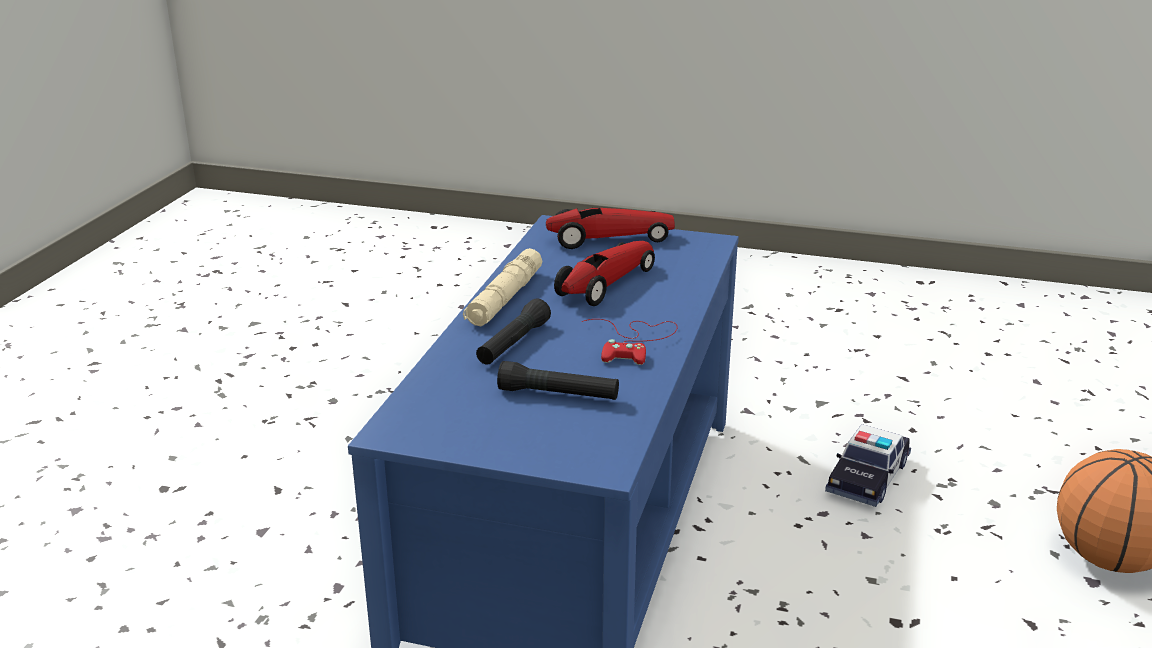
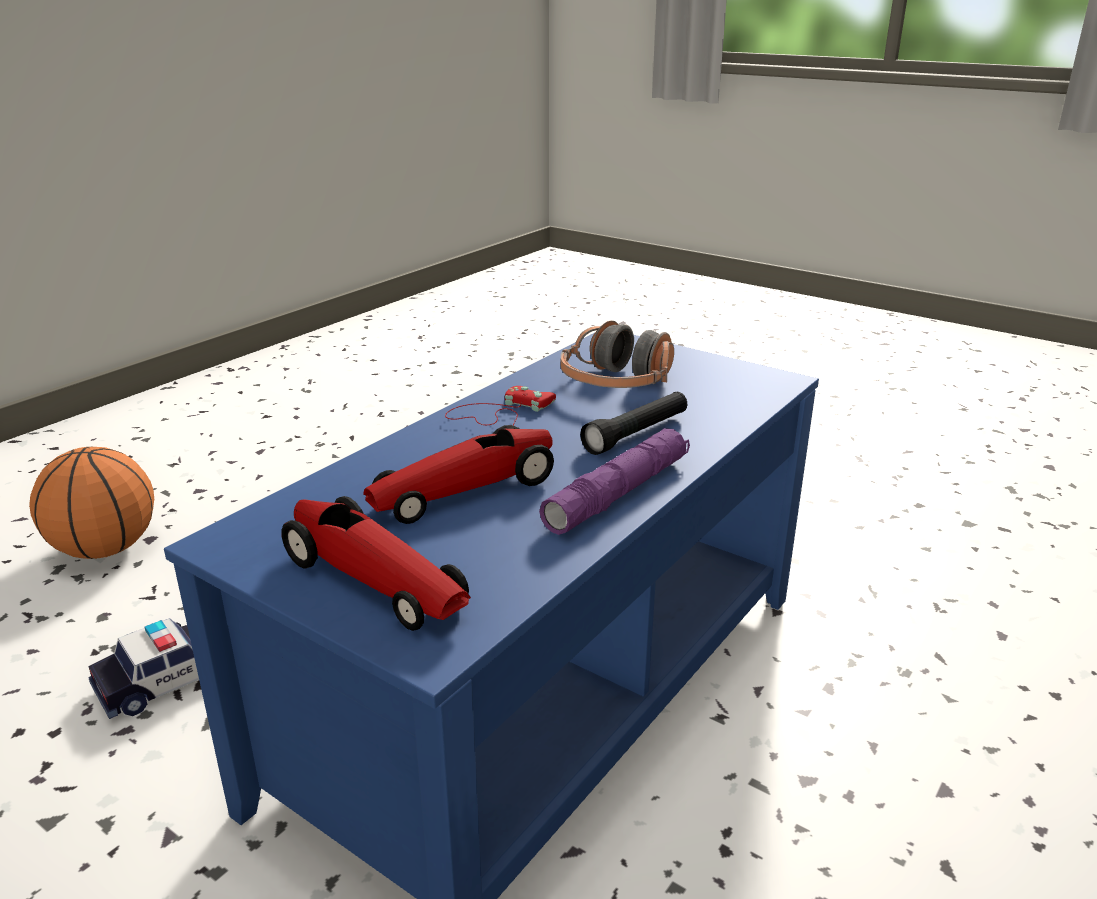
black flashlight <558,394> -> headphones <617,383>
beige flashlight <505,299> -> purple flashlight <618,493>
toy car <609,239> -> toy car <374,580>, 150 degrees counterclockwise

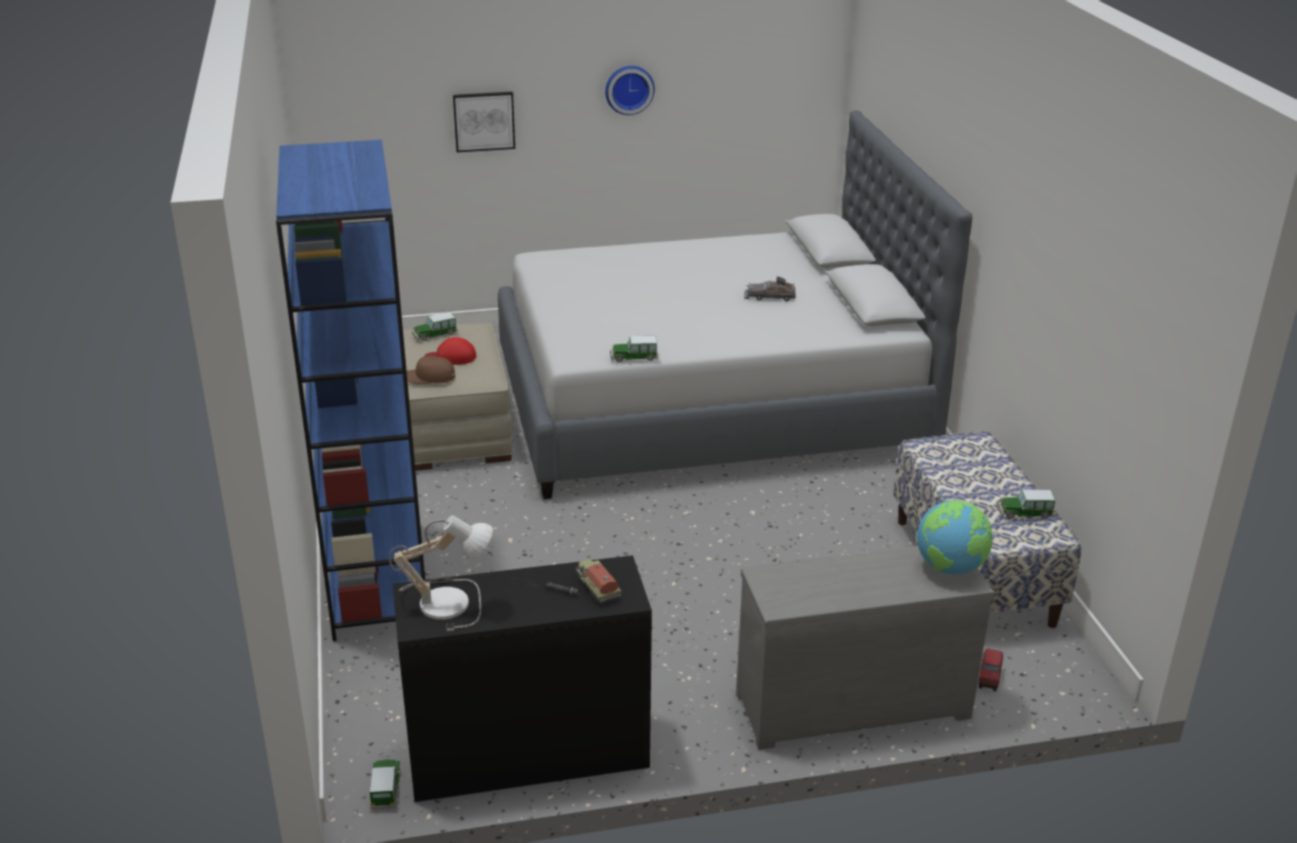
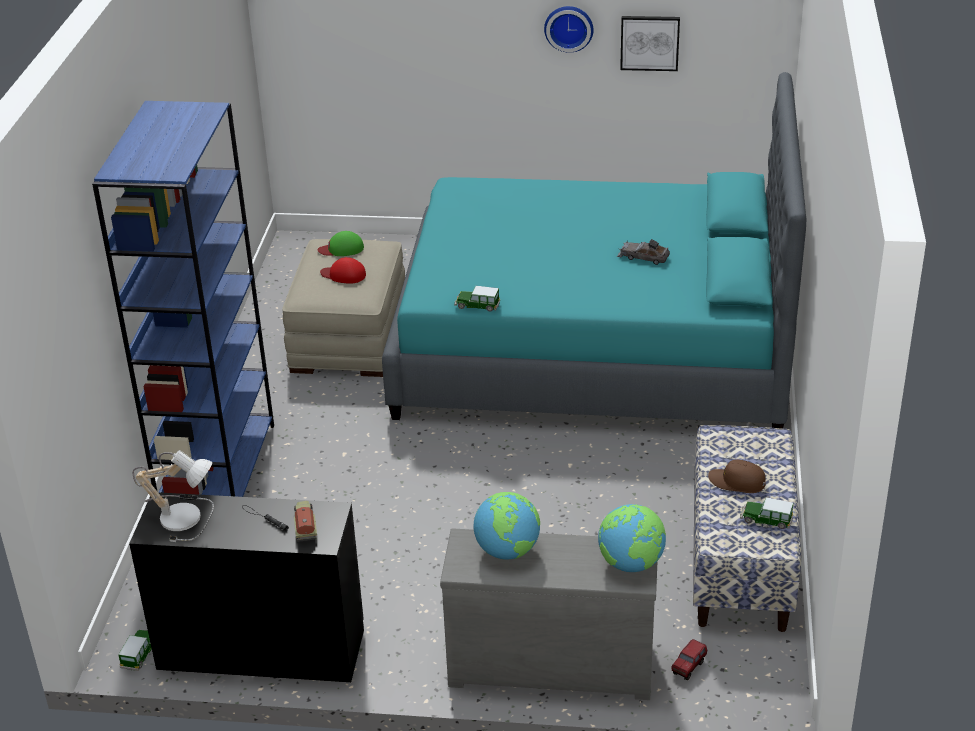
none -> globe <507,551>
brown cap <429,377> -> brown cap <737,482>, move
picture <484,121> -> picture <649,42>, move
toy car <434,334> -> green cap <341,249>
grey bed <709,403> -> turquoise bed <593,346>

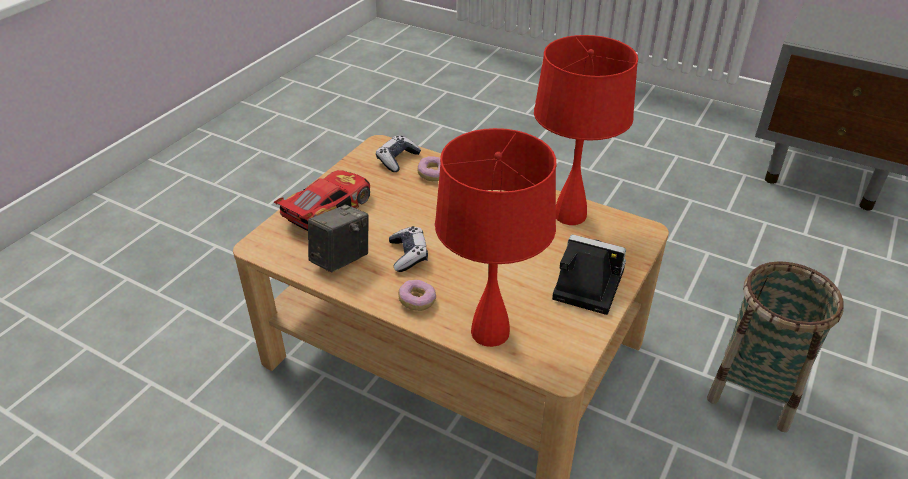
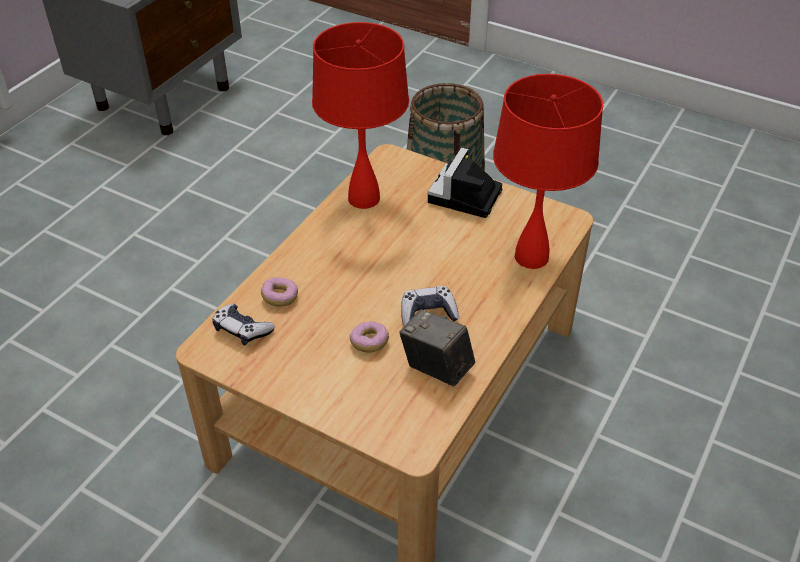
toy car <327,209> -> none
donut <417,301> -> donut <369,342>, move

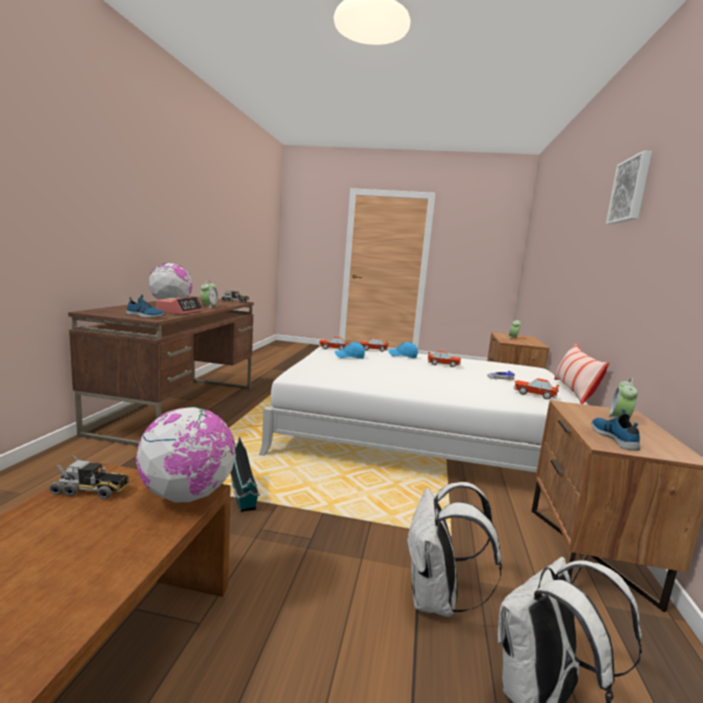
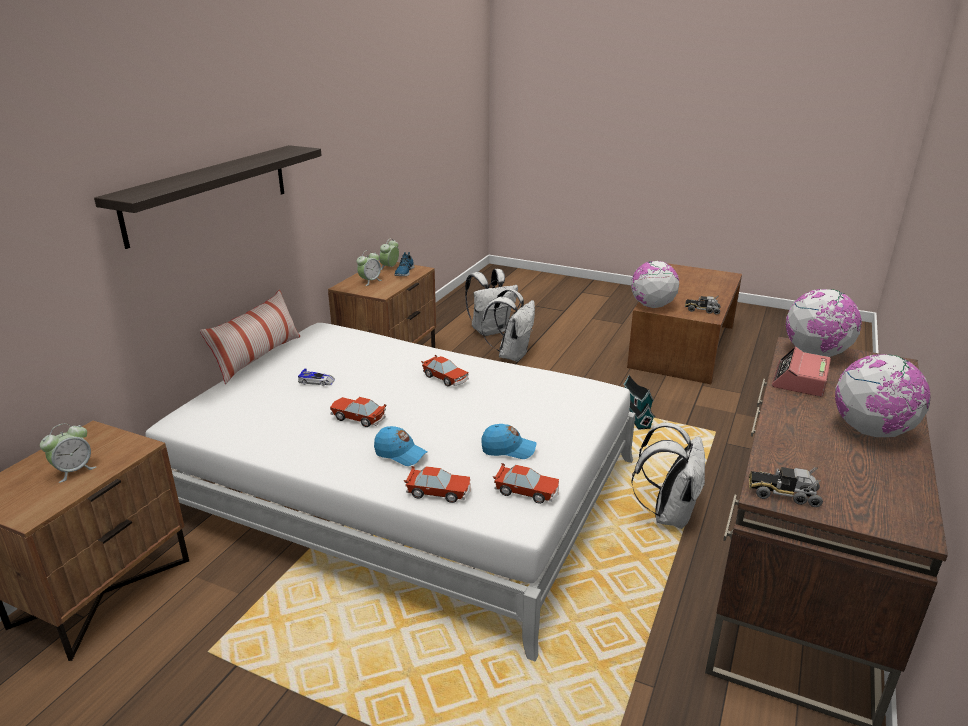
picture <631,190> -> none
none -> shelf <209,193>
none -> white backpack <668,514>
alarm clock <209,307> -> alarm clock <389,267>, move
toy car <534,394> -> toy car <445,378>, move
shoe <145,316> -> globe <816,354>

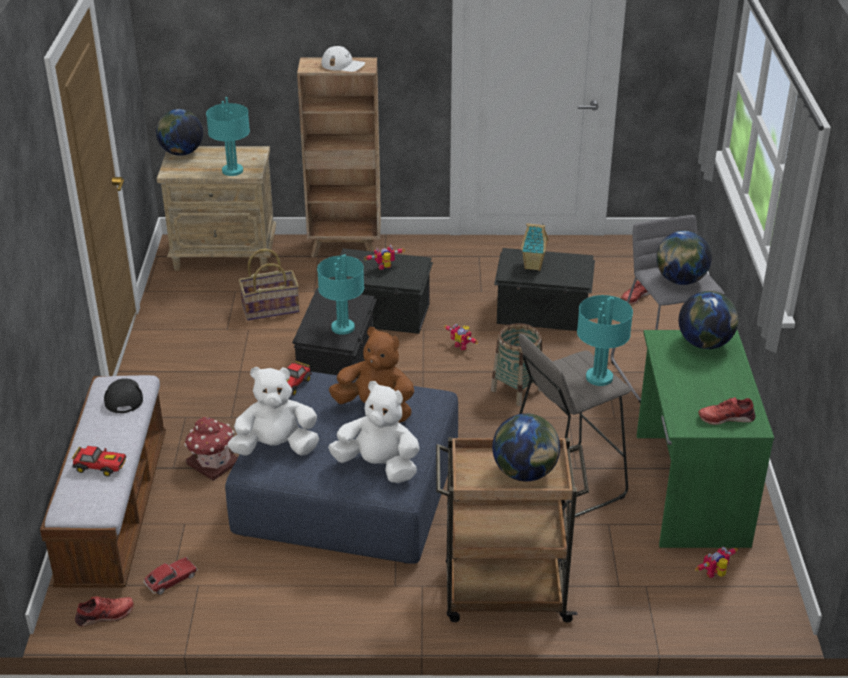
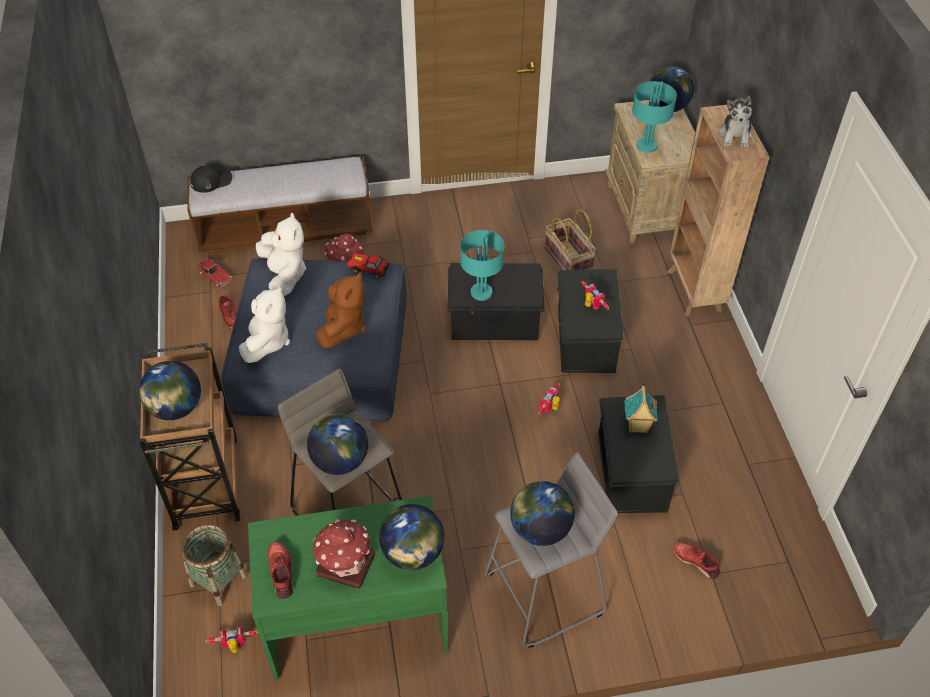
toy car <101,467> -> none
none -> toy house <344,564>
red shoe <105,615> -> red shoe <230,317>, move
black cap <123,397> -> black cap <211,181>, move
basket <517,390> -> basket <218,580>, move
white cap <343,65> -> plush toy <735,135>
turquoise table lamp <598,377> -> globe <340,460>
toy robot <716,575> -> toy robot <235,647>, 60 degrees counterclockwise

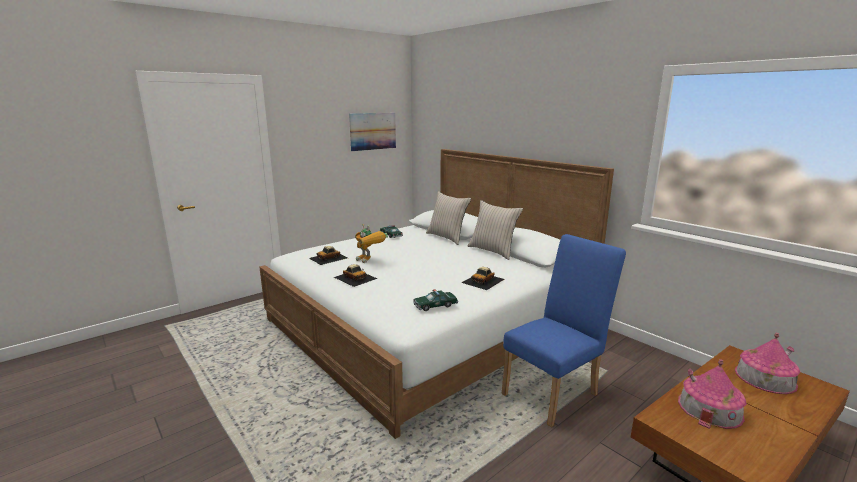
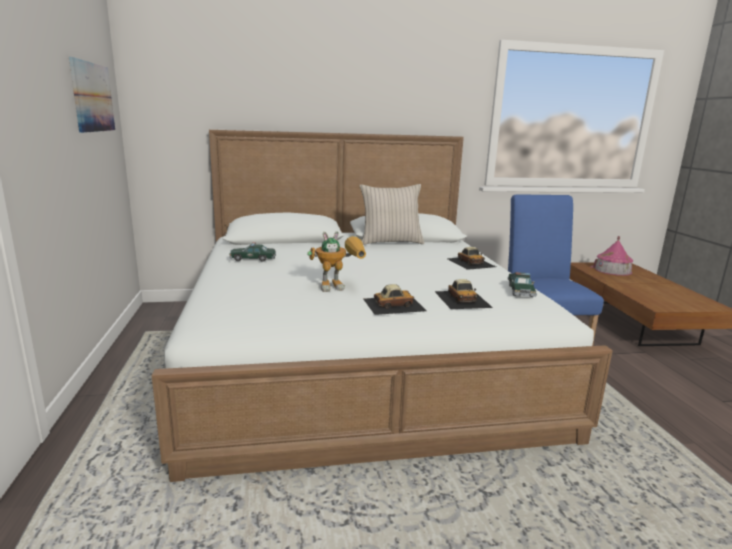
beige pillow <447,237> -> none
toy house <710,408> -> none
toy car <328,258> -> toy car <462,299>, move

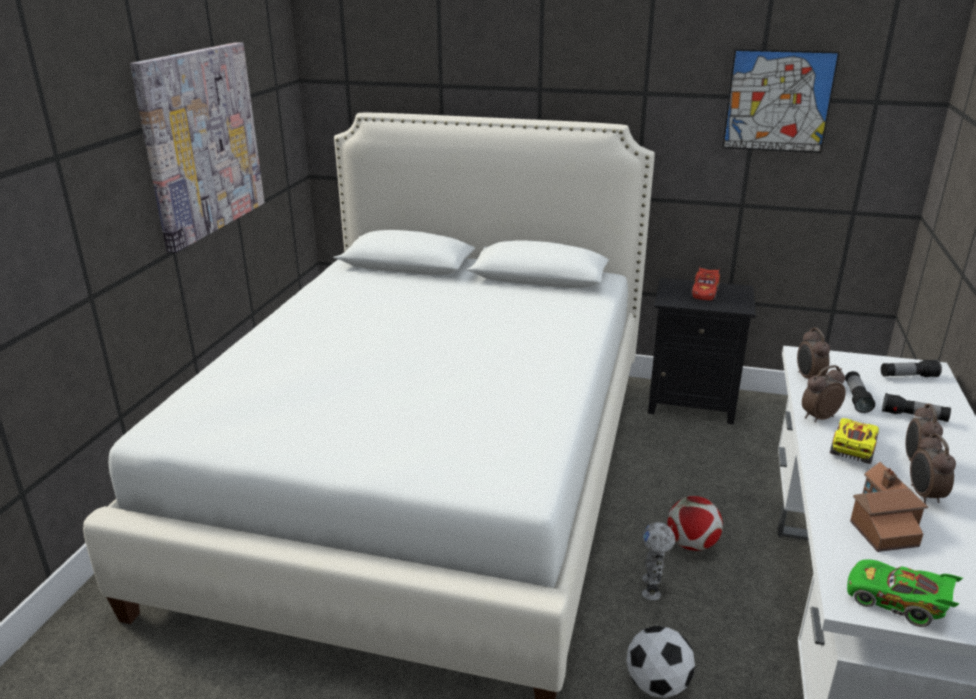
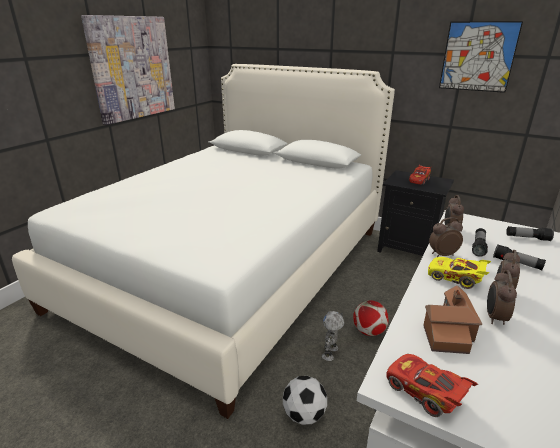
green toy car <897,603> -> red toy car <424,393>
yellow toy car <852,450> -> yellow toy car <455,278>, 105 degrees counterclockwise

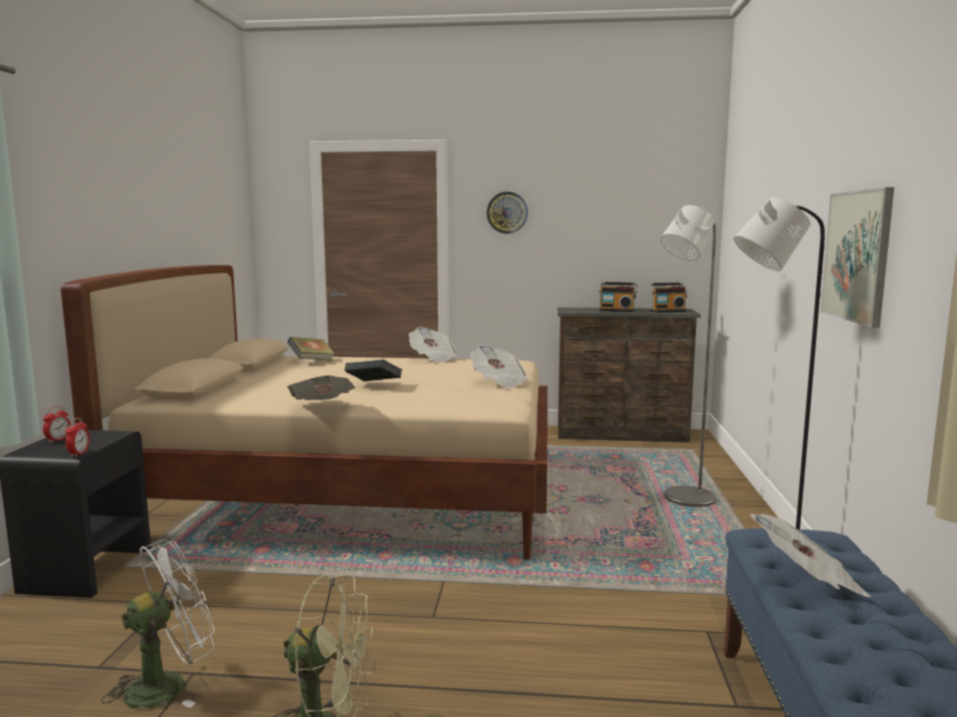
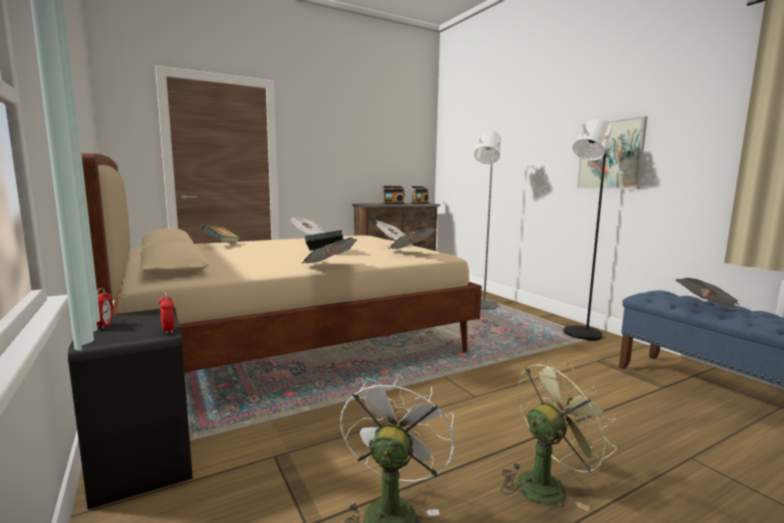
wall clock <507,212> -> none
none -> newspaper <411,251>

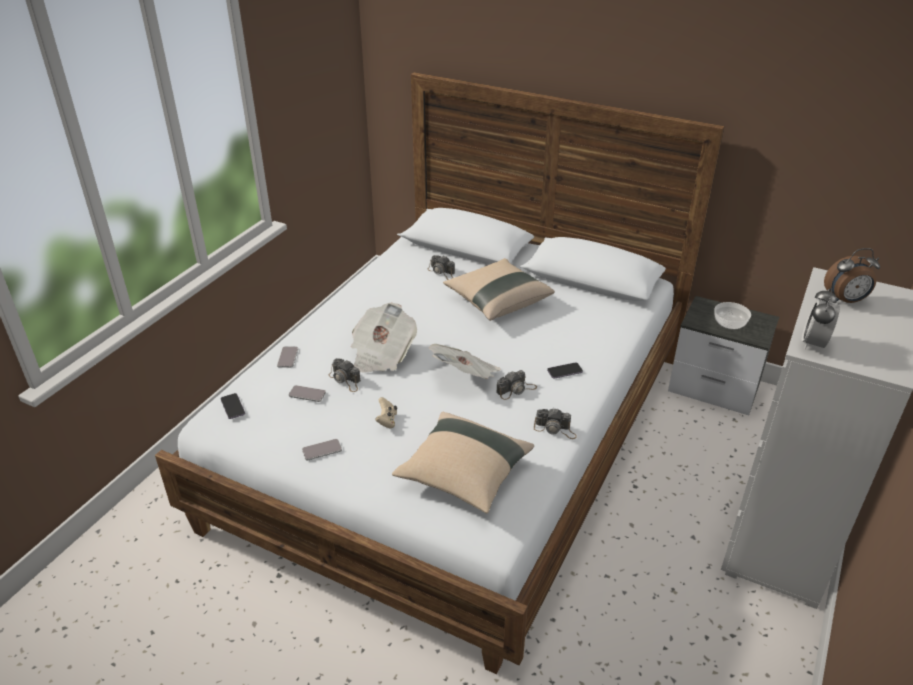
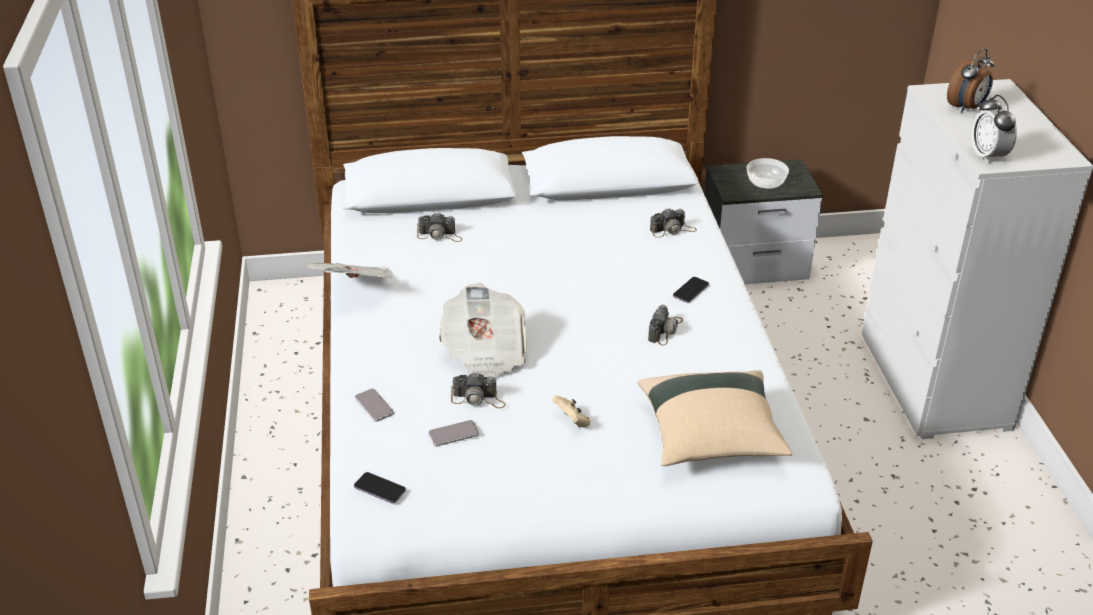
phone <322,450> -> none
beige pillow <497,301> -> none
newspaper <466,376> -> newspaper <356,288>, move
photo camera <555,429> -> photo camera <672,230>, move

